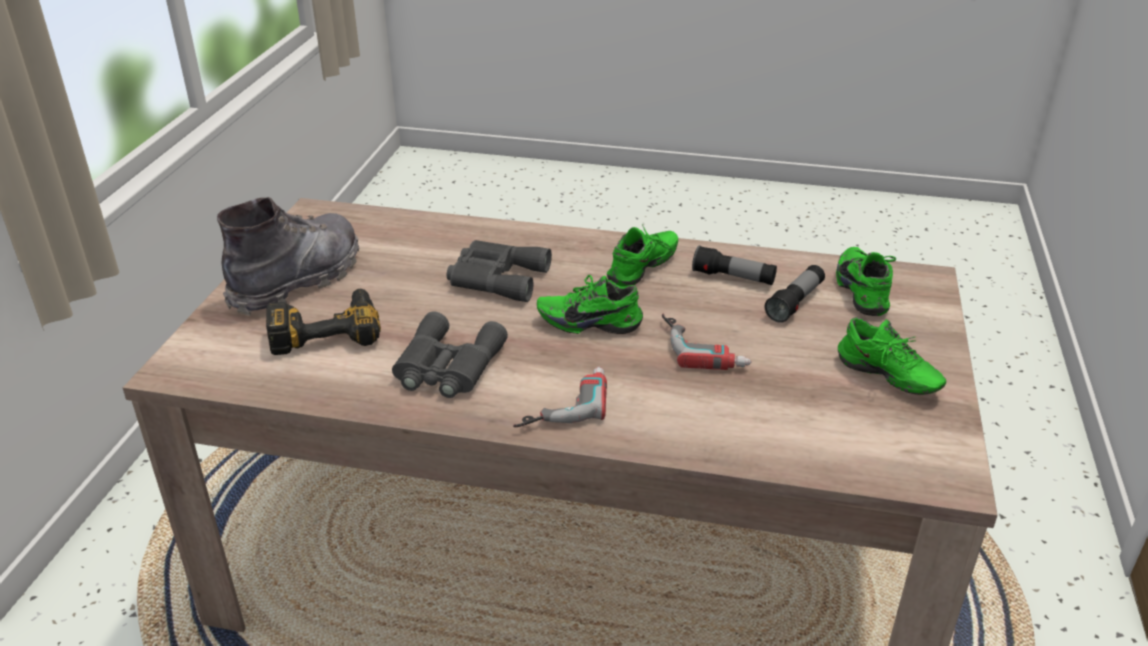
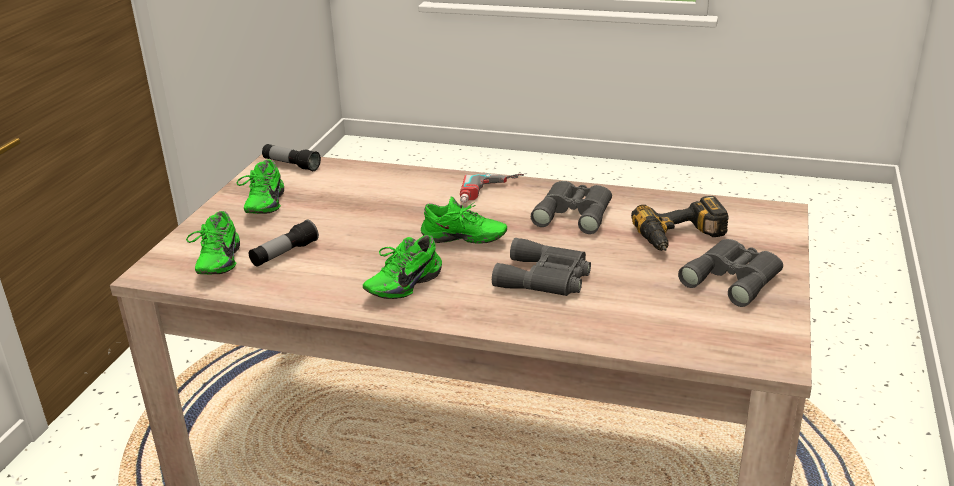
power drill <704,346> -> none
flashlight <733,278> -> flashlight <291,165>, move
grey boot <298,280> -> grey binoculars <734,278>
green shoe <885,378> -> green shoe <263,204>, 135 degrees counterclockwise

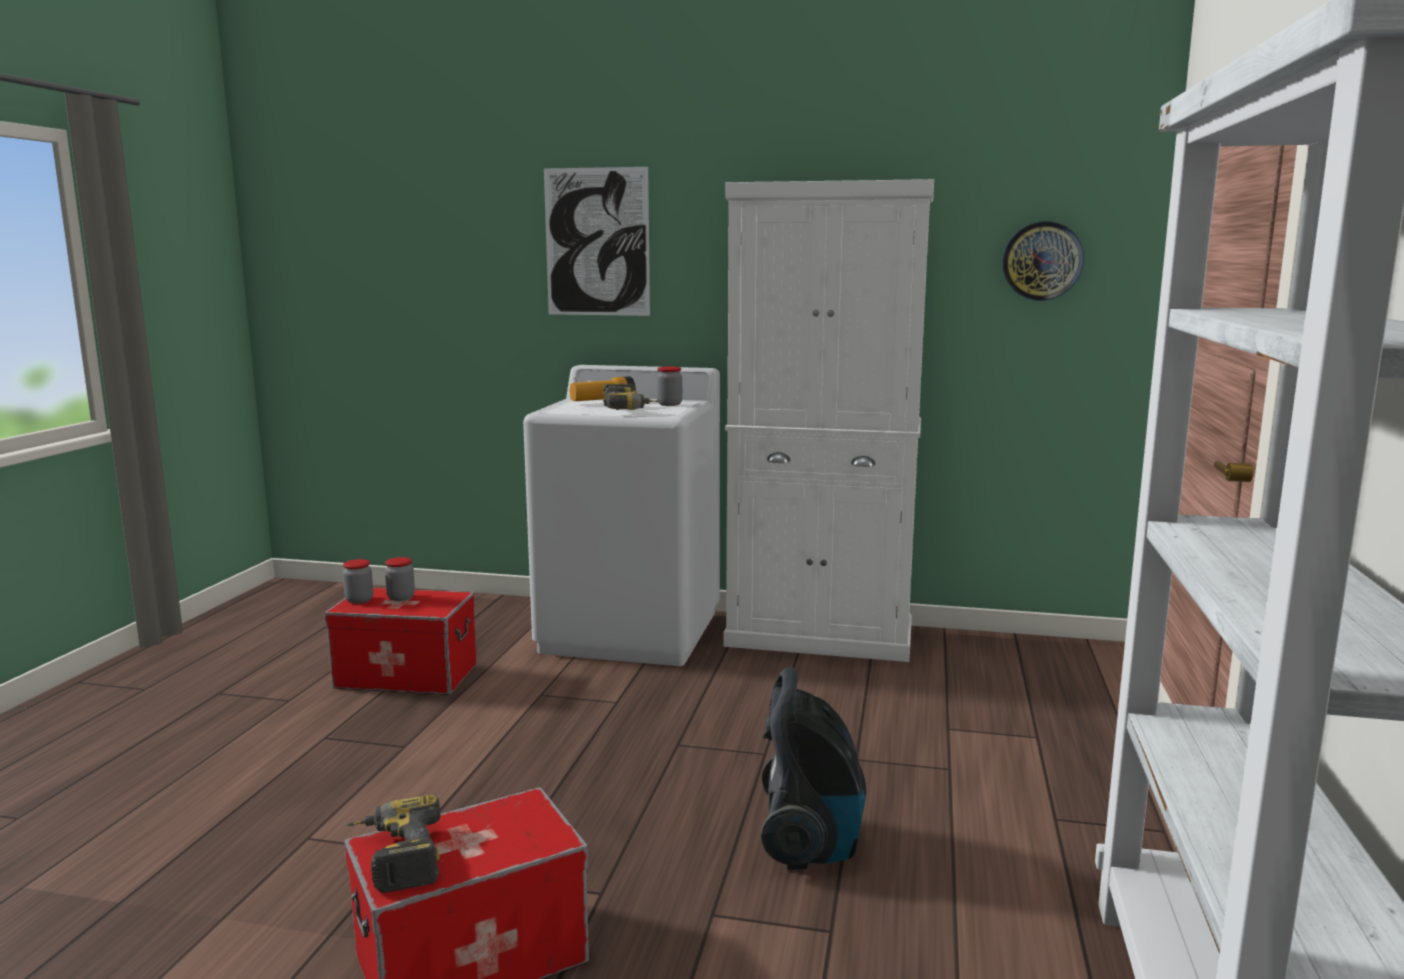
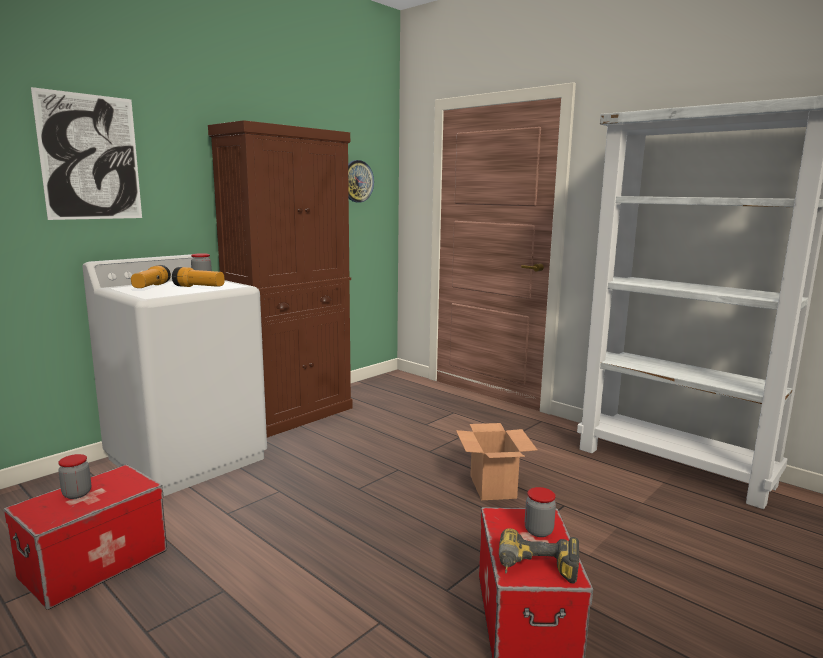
jar <359,600> -> jar <538,531>, move
power drill <630,410> -> flashlight <199,287>
vacuum cleaner <810,843> -> cardboard box <492,486>
white cabinet <820,637> -> brown cabinet <292,415>

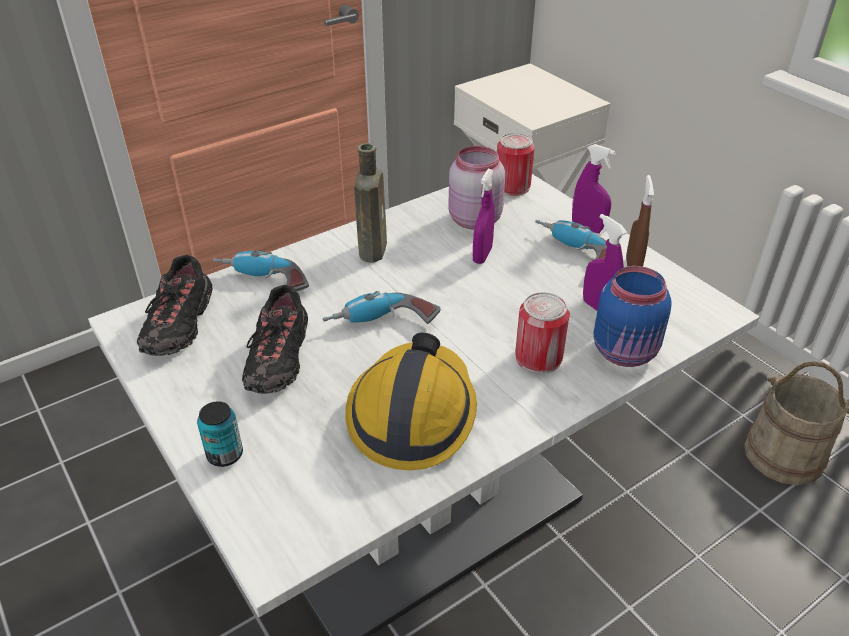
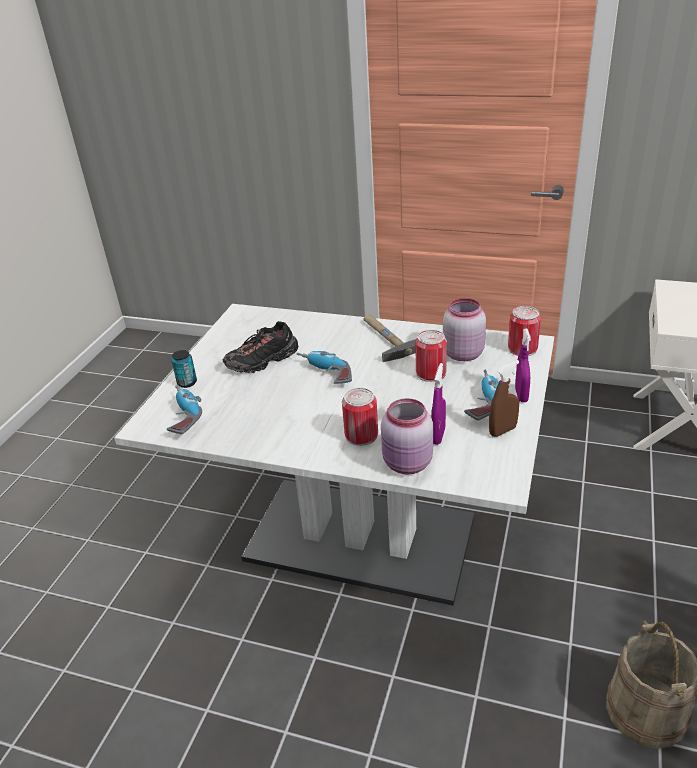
black shoe <180,325> -> none
hard hat <412,414> -> none
power drill <262,282> -> power drill <182,416>, move
brown bottle <373,248> -> hammer <385,338>
purple spray bottle <482,255> -> can <431,373>
blue jar <626,352> -> pink jar <407,464>

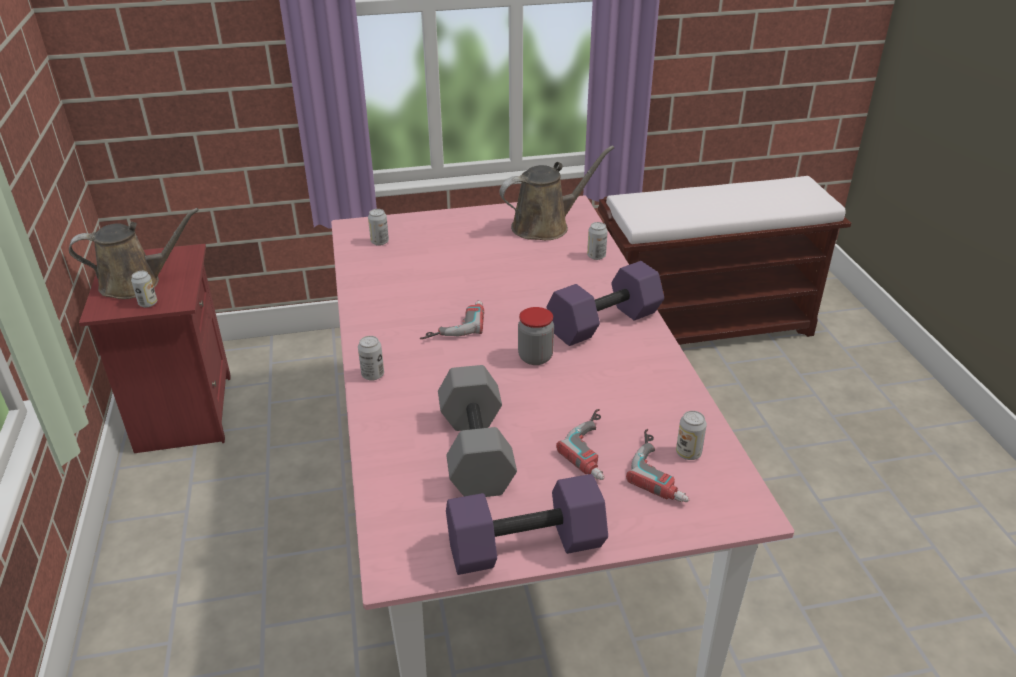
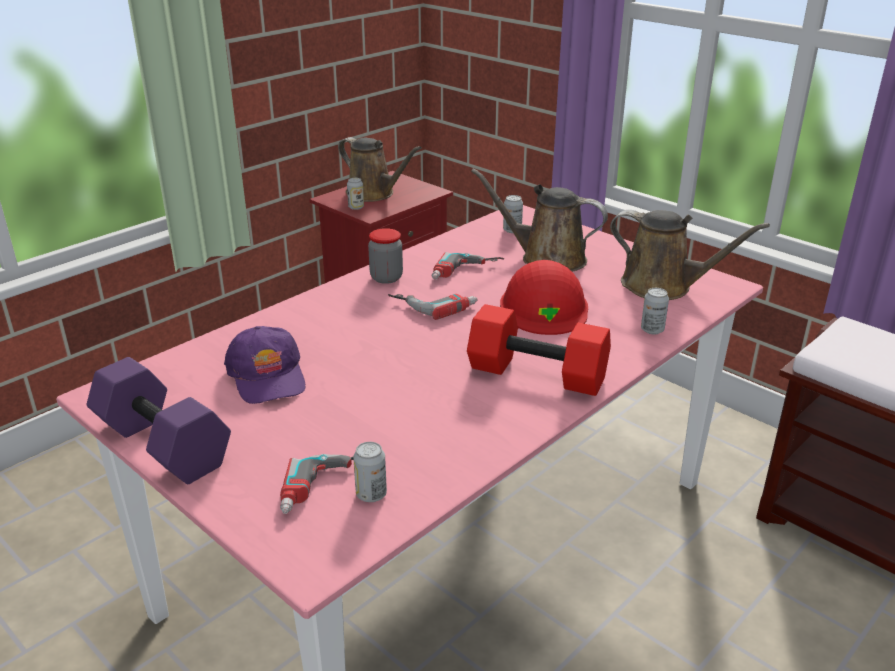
can <373,375> -> none
none -> brown watering can <546,258>
none -> red hard hat <544,307>
jar <535,357> -> jar <386,278>, move
power drill <598,449> -> power drill <467,273>, move
grey dumbbell <473,450> -> purple cap <267,376>
purple dumbbell <604,324> -> red dumbbell <535,374>

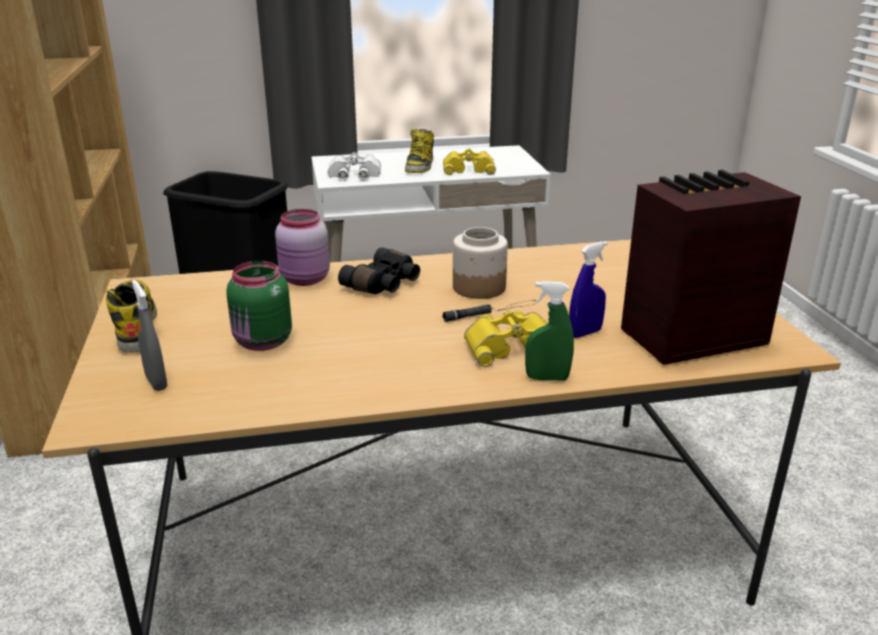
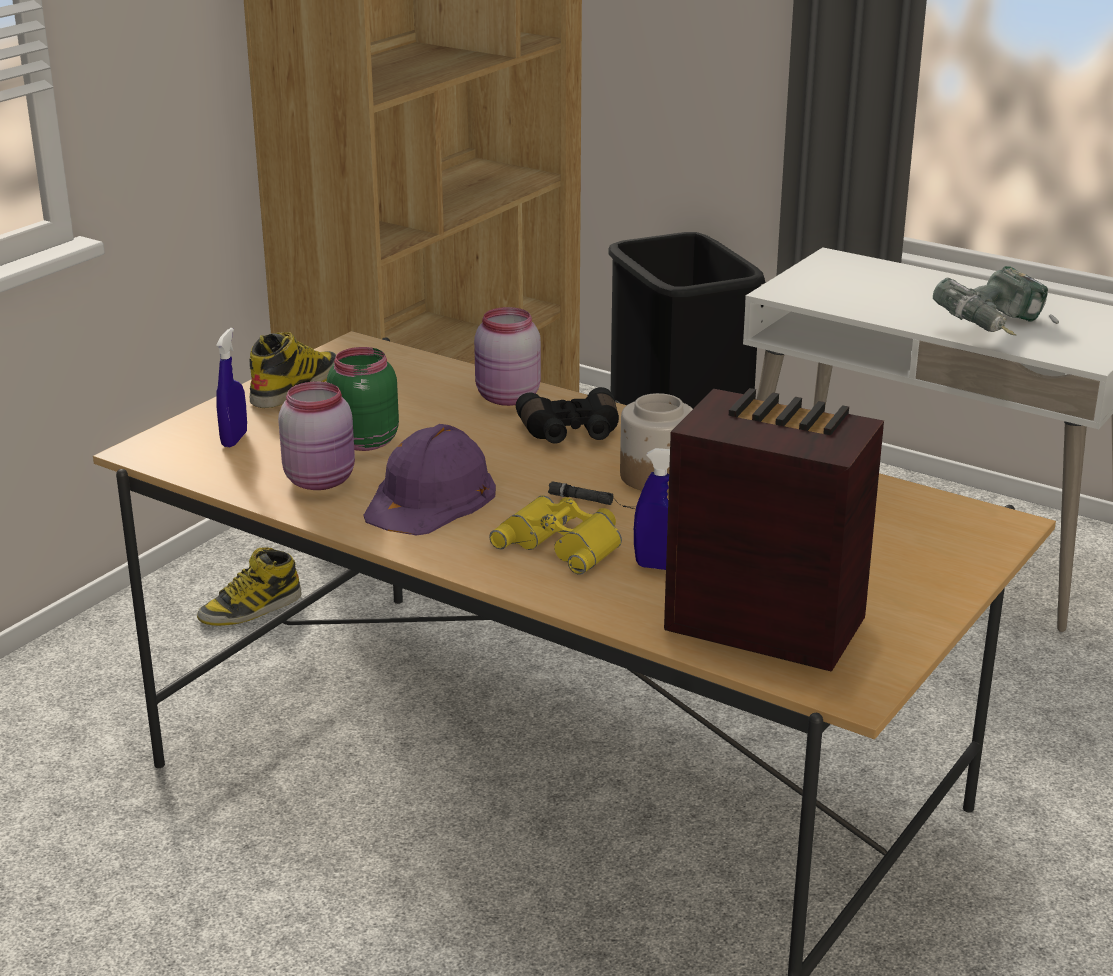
white binoculars <354,174> -> none
green spray bottle <547,378> -> none
none -> pink jar <322,480>
none -> purple hard hat <431,497>
boot <419,166> -> boot <251,609>, move
yellow binoculars <468,169> -> power drill <997,330>
grey spray bottle <156,382> -> blue spray bottle <234,439>

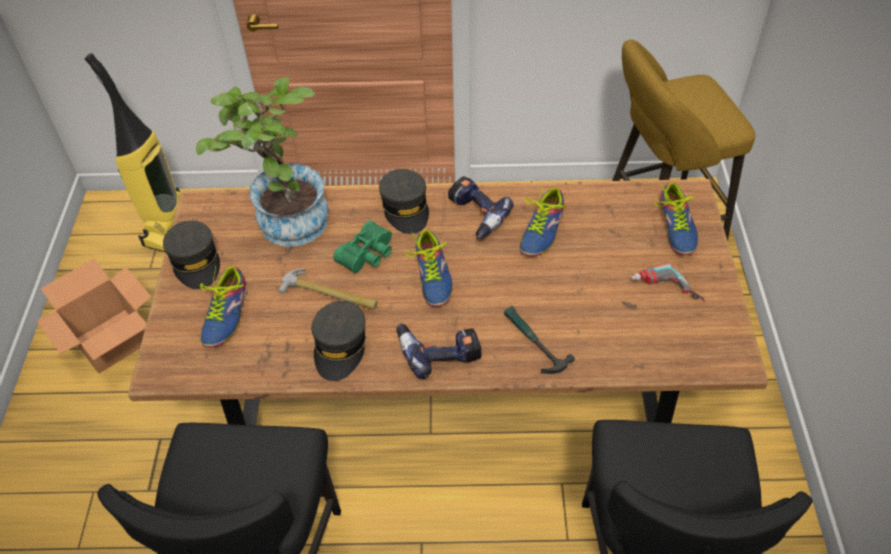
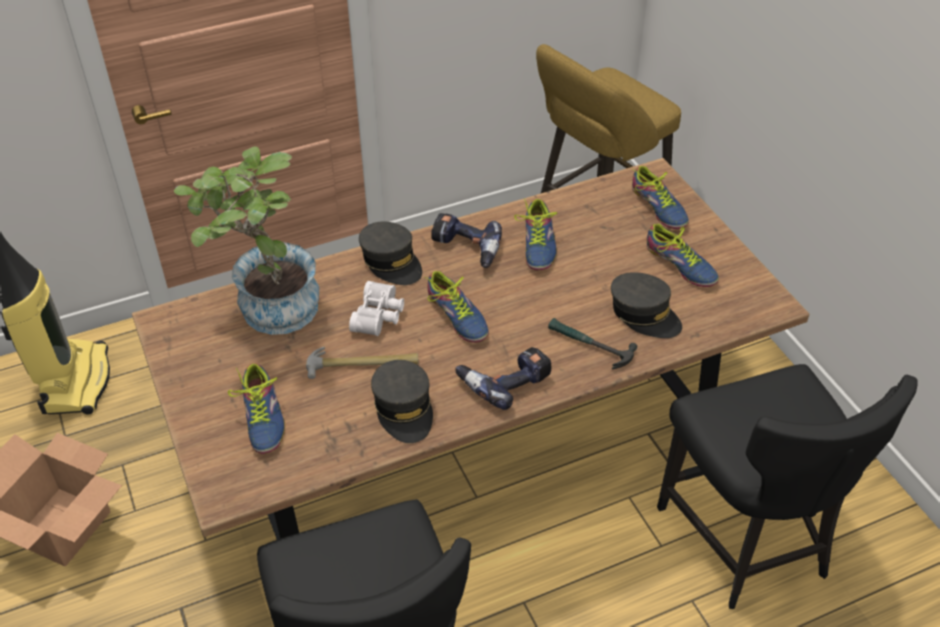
grey cap <196,261> -> grey cap <644,314>, move
power drill <665,291> -> shoe <681,264>
green binoculars <368,255> -> white binoculars <380,316>

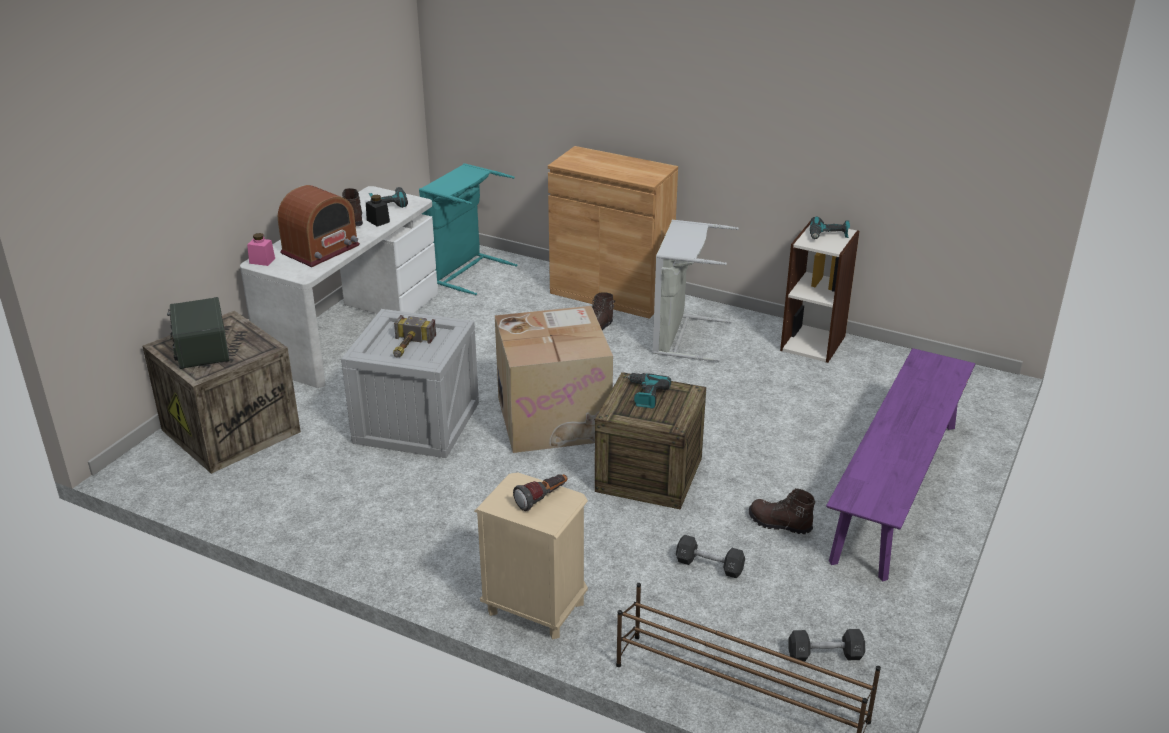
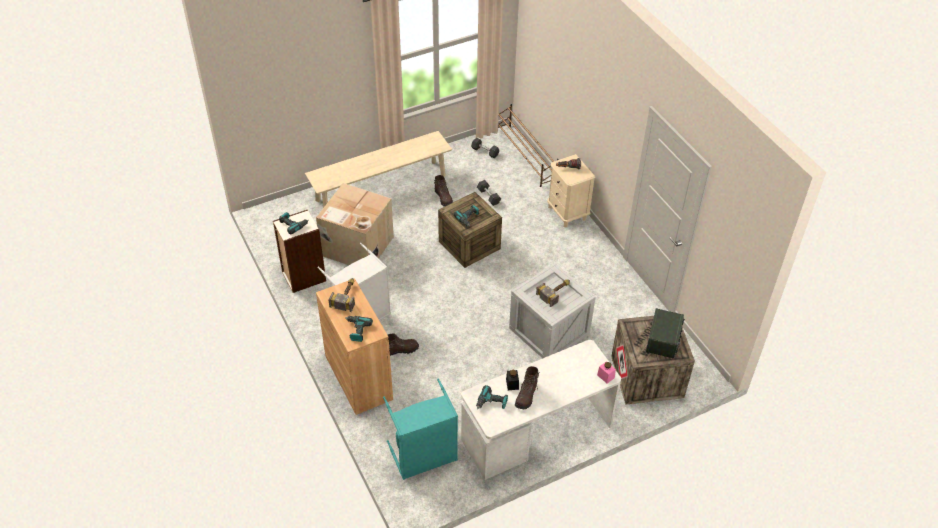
radio <321,249> -> none
none -> hammer <346,295>
none -> power drill <357,330>
cardboard box <554,417> -> cardboard box <356,246>, move
purple bench <896,490> -> beige bench <381,188>

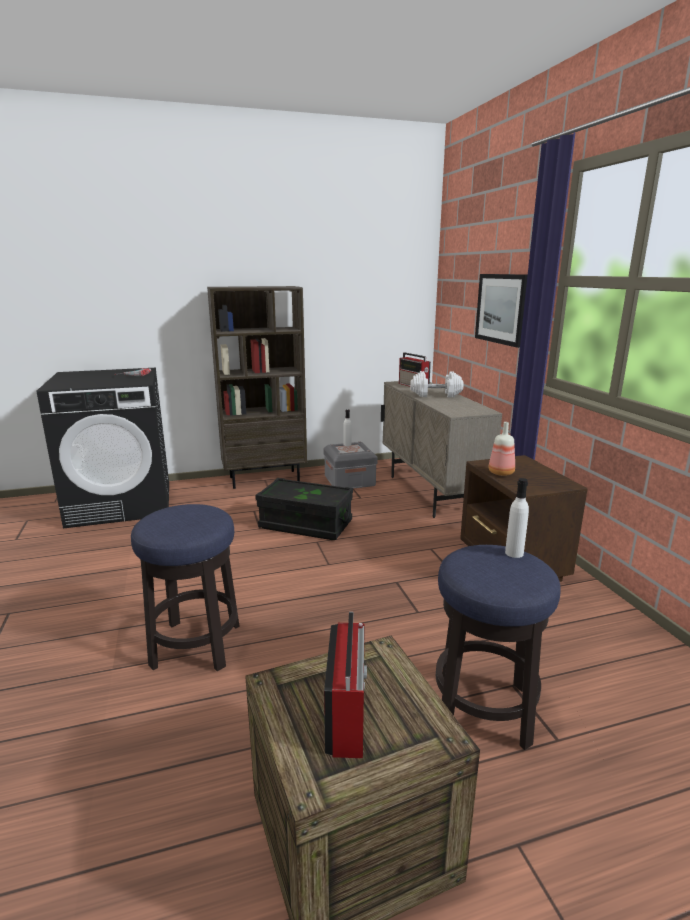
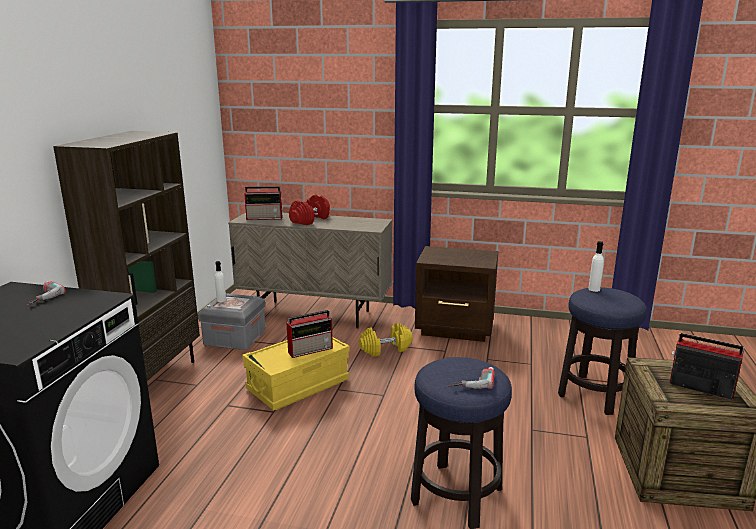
picture <501,308> -> none
bottle <502,473> -> none
none -> radio <311,350>
none -> yellow dumbbell <385,349>
none -> power drill <471,381>
black storage box <306,525> -> yellow storage box <298,385>
white dumbbell <435,395> -> red dumbbell <310,220>

